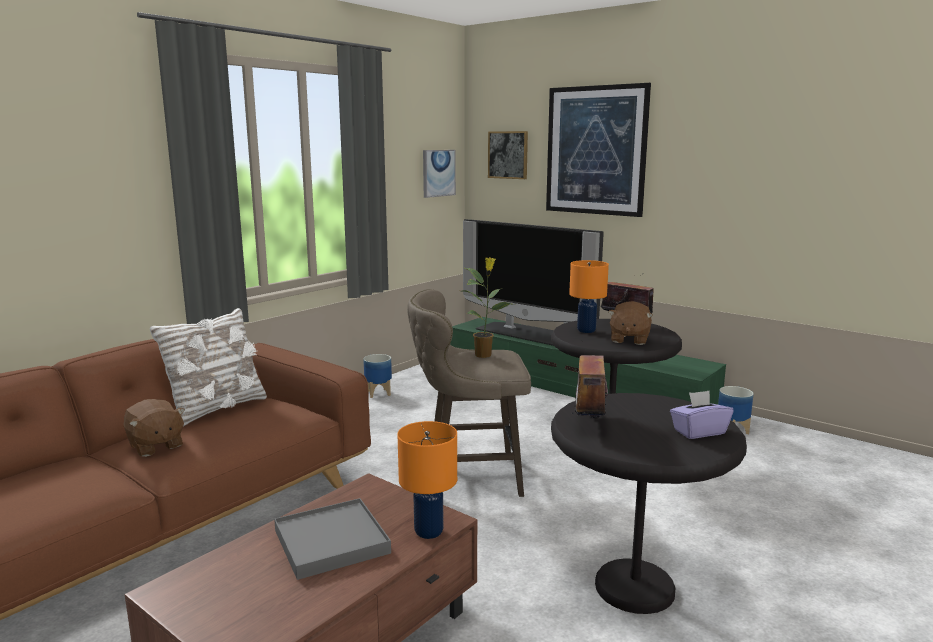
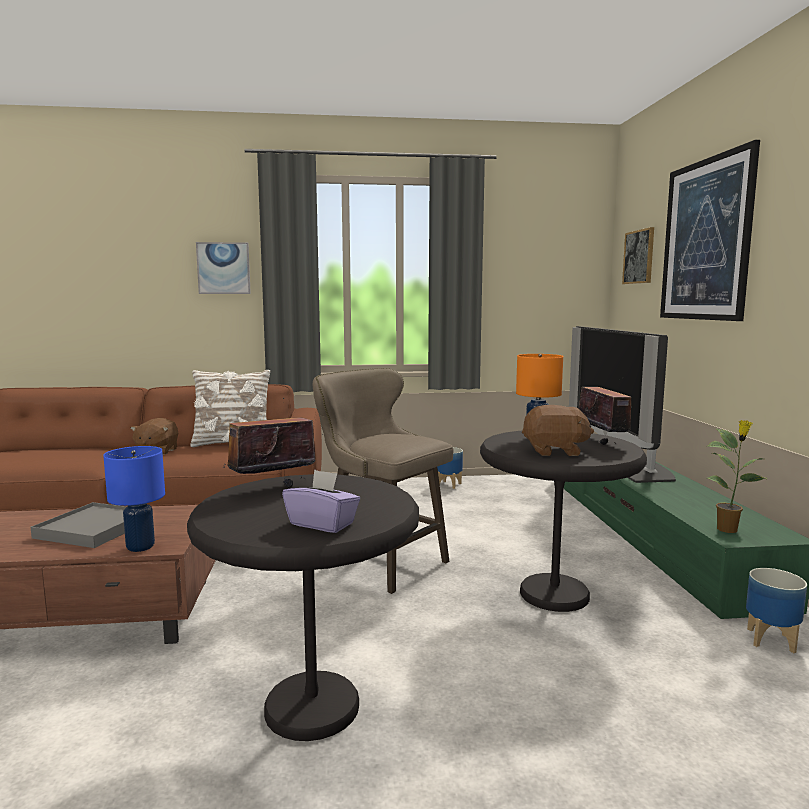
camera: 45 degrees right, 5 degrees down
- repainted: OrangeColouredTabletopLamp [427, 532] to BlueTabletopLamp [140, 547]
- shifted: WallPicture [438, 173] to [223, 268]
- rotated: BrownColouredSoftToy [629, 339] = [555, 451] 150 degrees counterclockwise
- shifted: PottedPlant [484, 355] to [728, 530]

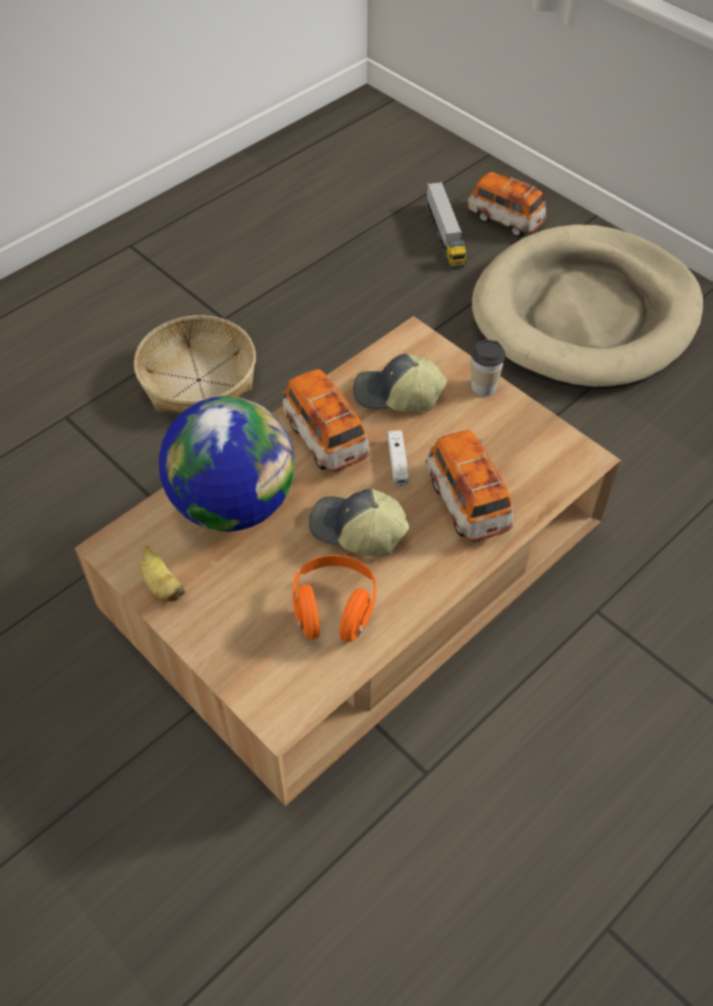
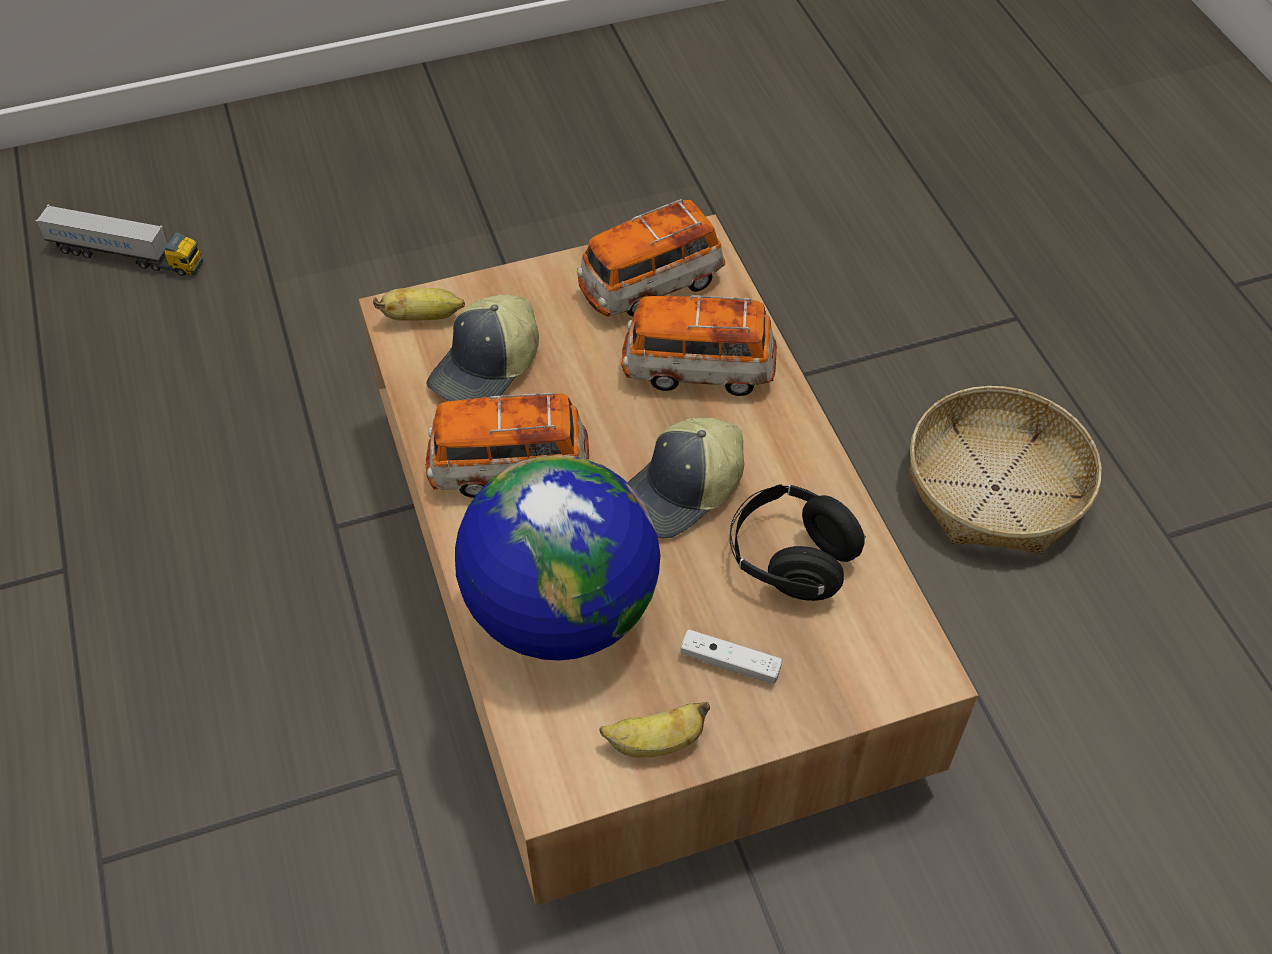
camera: 65 degrees left, 0 degrees up
- new: BananaFruit [423, 317]
- shifted: ToyCar [504, 220] to [650, 285]
- shifted: WhitishGamepad [397, 462] to [730, 663]
- repainted: OrangeColouredPairOfHeadphones [334, 610] to BlackishPairOfHeadphones [790, 559]
- shifted: HouseholdBasket [199, 380] to [996, 488]
- gone: SmallCup [483, 387]
- gone: BeigeColouredDogCushion [585, 314]

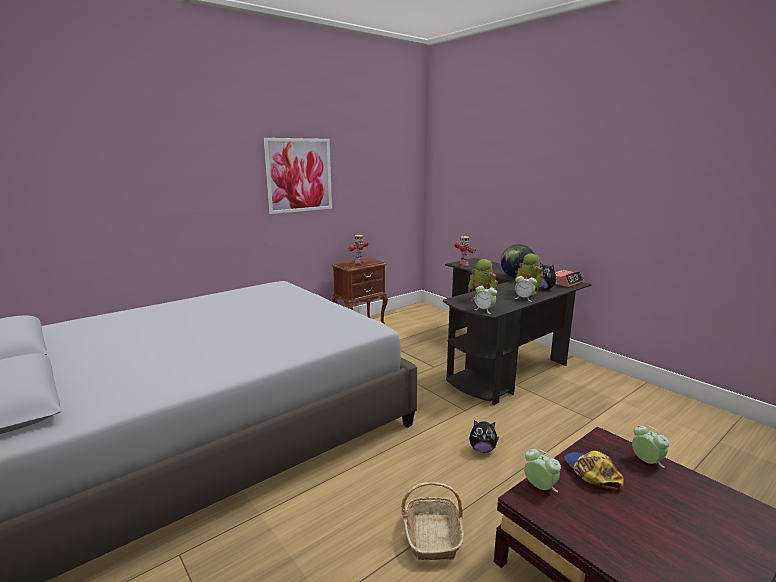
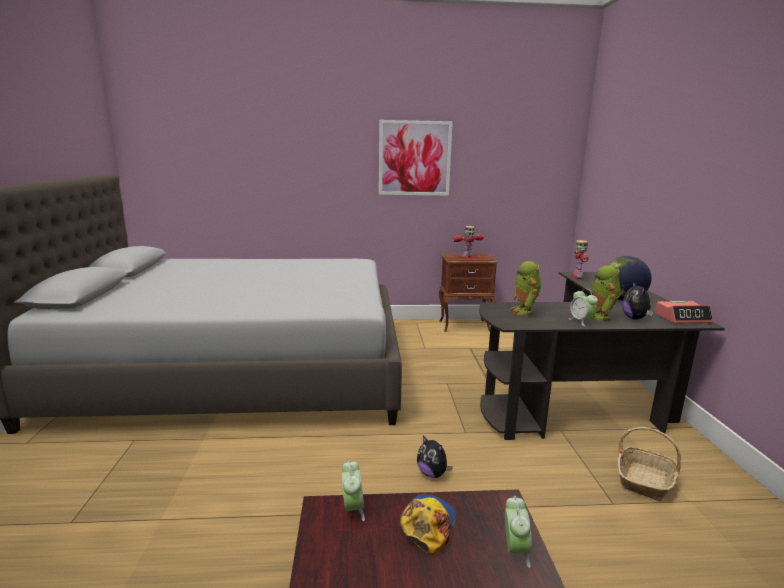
camera: 35 degrees right, 0 degrees up
- shifted: HouseholdBasket [432, 536] to [645, 480]
- gone: BedsideClock [484, 310]

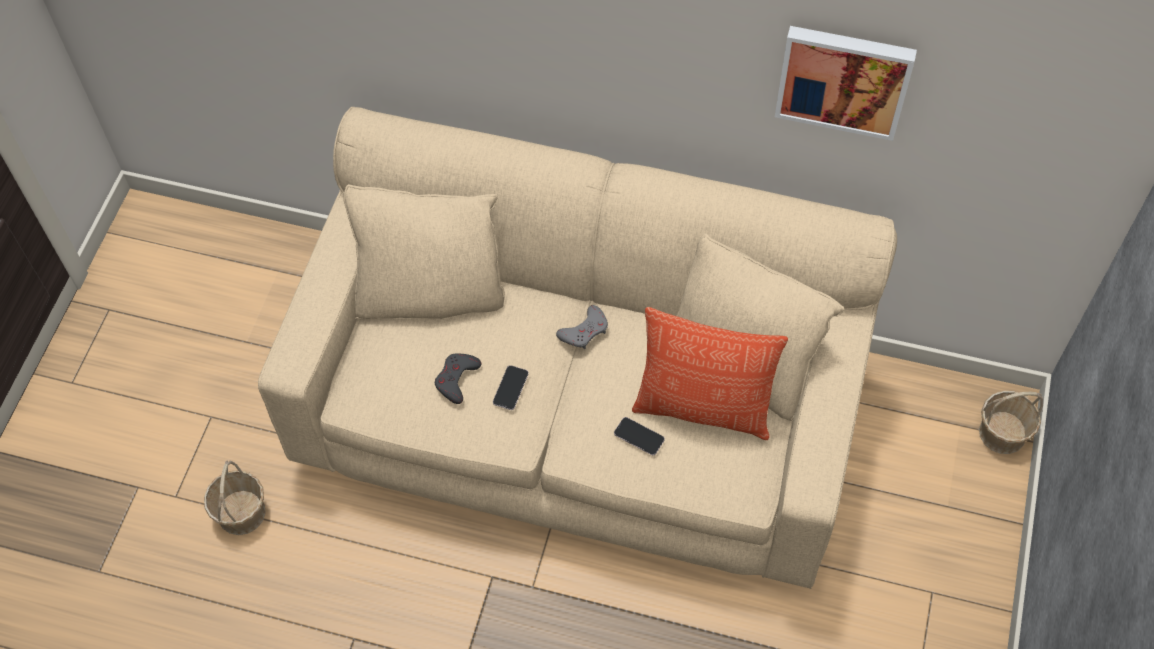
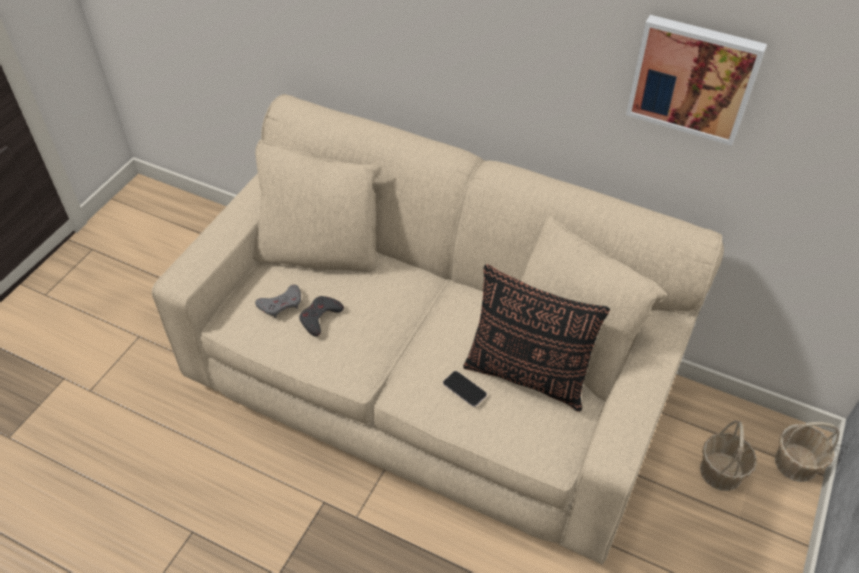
camera: 10 degrees right, 10 degrees down
- shifted: GrayGamepad [584, 331] to [281, 304]
- repainted: OrangeColouredPillow [703, 408] to BlackishPillow [527, 376]
- shifted: HouseholdBasket [242, 512] to [721, 471]
- gone: Phone [510, 388]

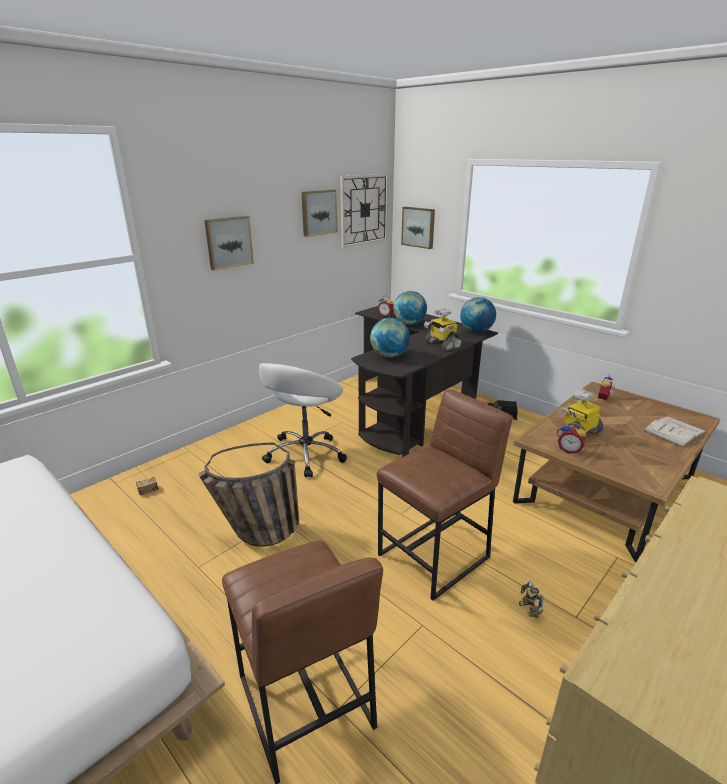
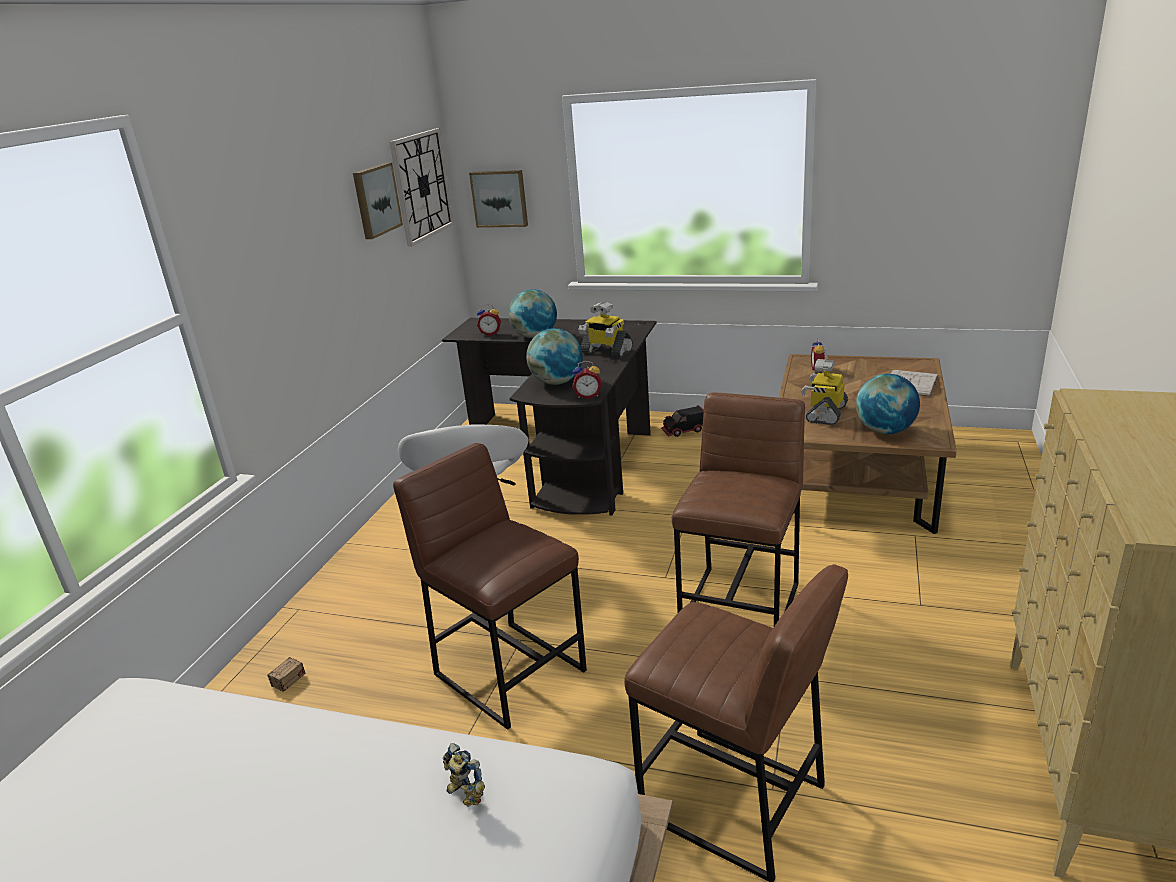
camera: 25 degrees left, 0 degrees up
- swapped: HouseholdBasket [255, 536] to BrownColouredPlainChair [508, 671]
- shifted: RobotFigure [527, 609] to [463, 795]
- shifted: BedsideClock [569, 450] to [588, 396]
- shifted: Globe [476, 331] to [885, 431]
- gone: WallPicture [228, 242]

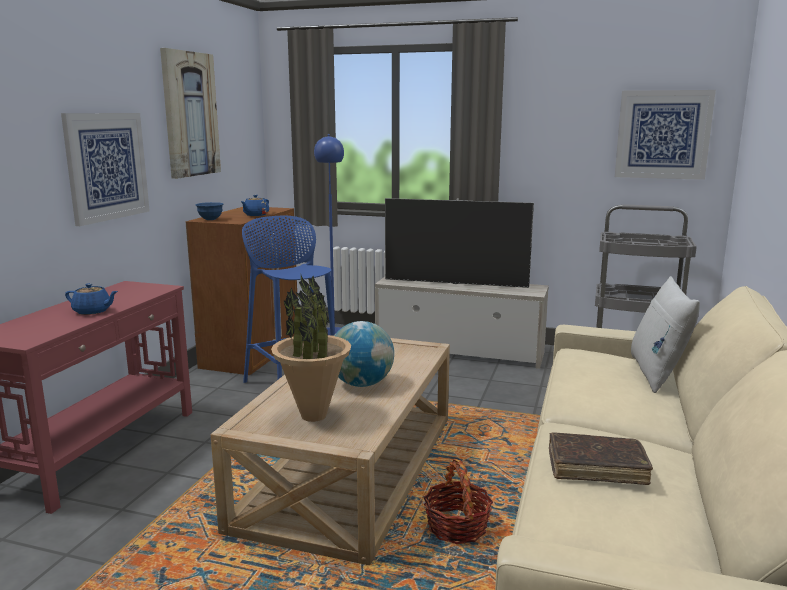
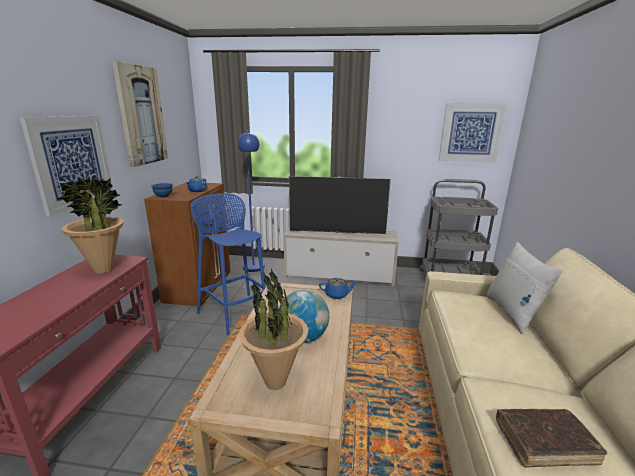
camera: 10 degrees left, 5 degrees up
- new: PottedPlant [104, 269]
- shifted: BluePotForTea [93, 311] to [337, 295]
- gone: HouseholdBasket [457, 527]

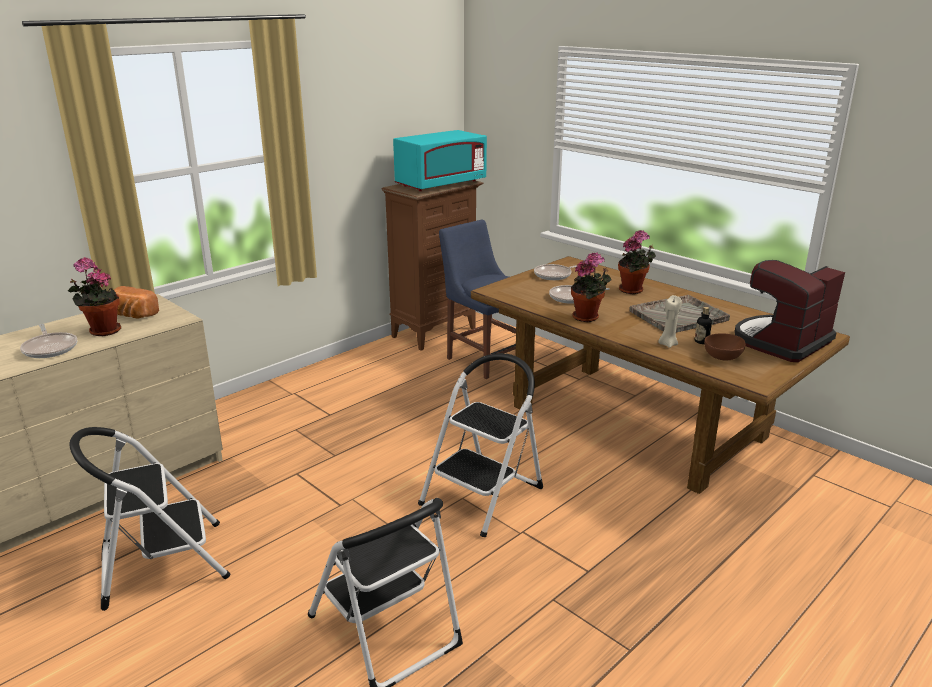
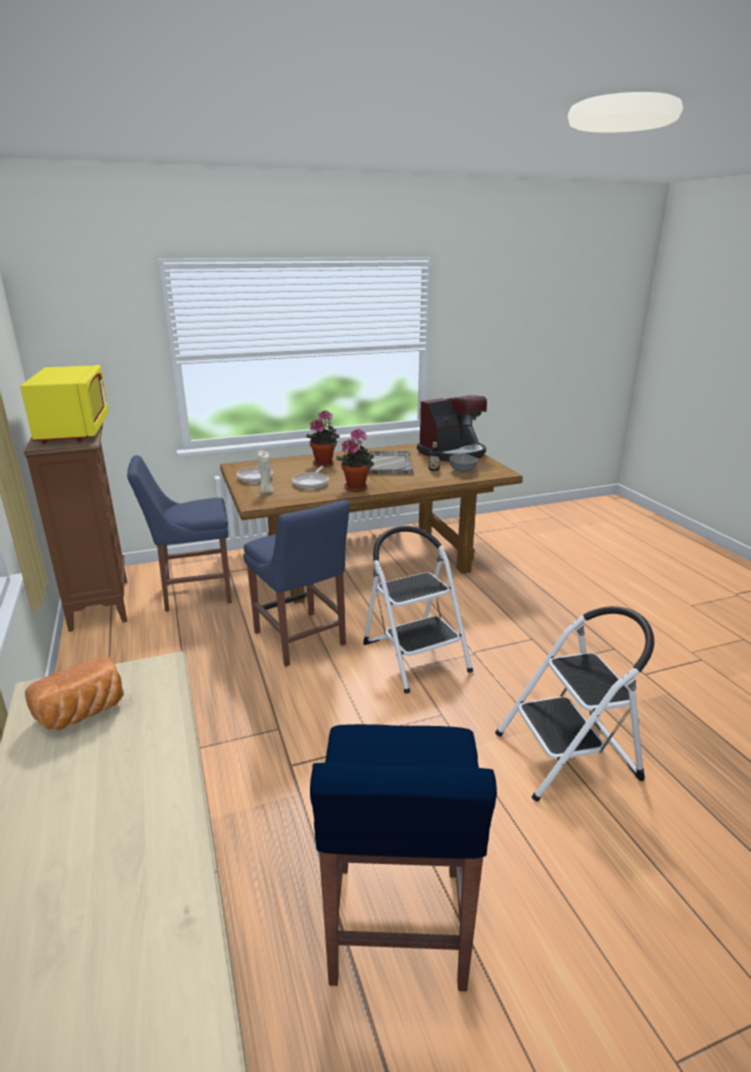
camera: 65 degrees left, 0 degrees up
- repainted: TurquoiseColouredKitchenMicrowave [441, 184] to YellowKitchenMicrowave [75, 431]
- new: BluePlainChair [301, 640]
- shifted: BeigeColouredCandle [667, 344] to [266, 491]
- swapped: Stepladder [159, 565] to BlueStoolSeat [397, 927]
- rotated: CoffeeBrewer [781, 341] = [453, 453] 105 degrees counterclockwise
- repainted: BrownColouredServingBowl [723, 358] to GrayServingBowl [463, 471]
- gone: Pan [50, 348]
- gone: PottedPlant [102, 331]

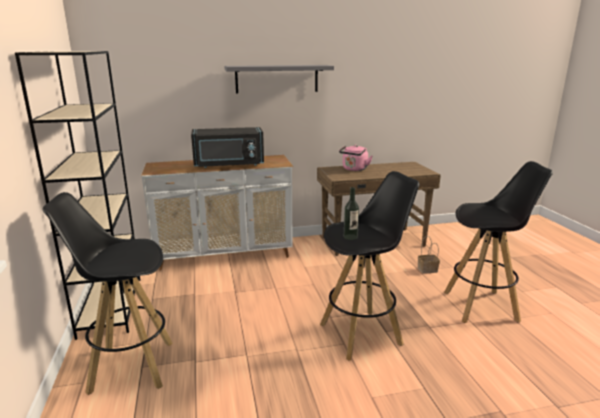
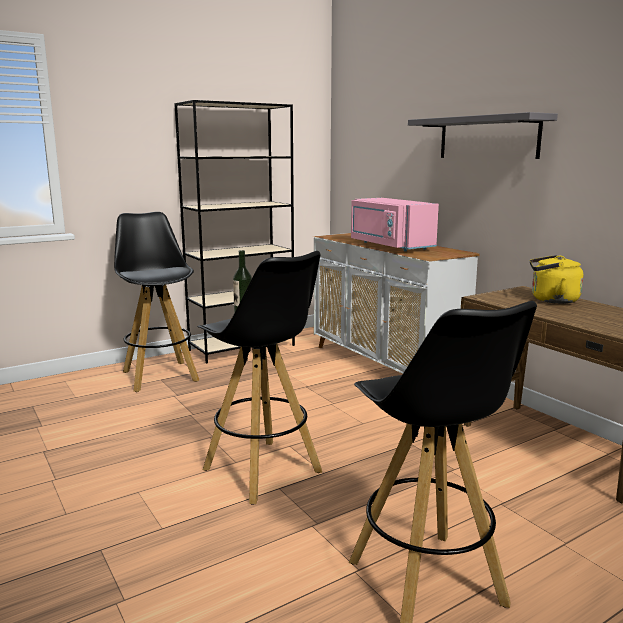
camera: 70 degrees right, 5 degrees down
- repainted: BlackishKitchenMicrowave [229, 165] to PinkColouredKitchenMicrowave [389, 245]
- repainted: PinkColouredKettle [354, 169] to YellowKettle [551, 300]
- gone: HouseholdBasket [428, 269]

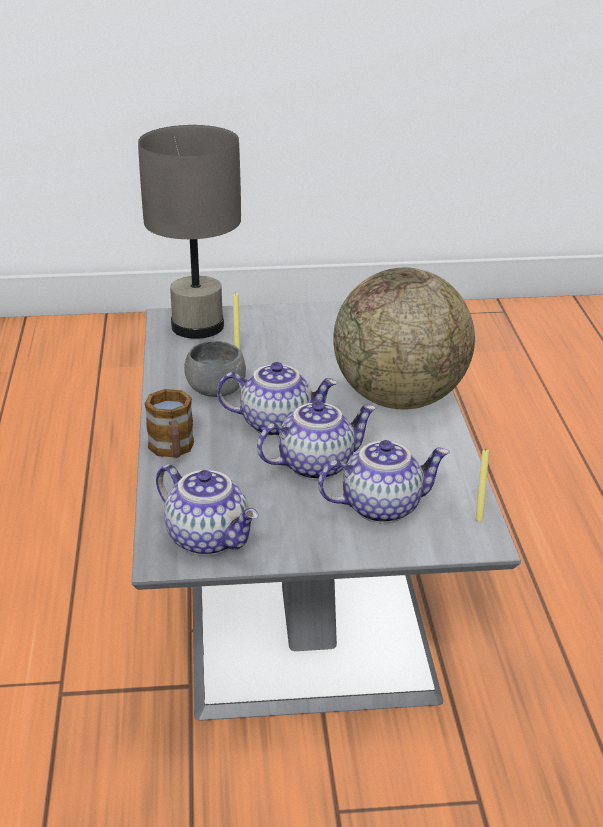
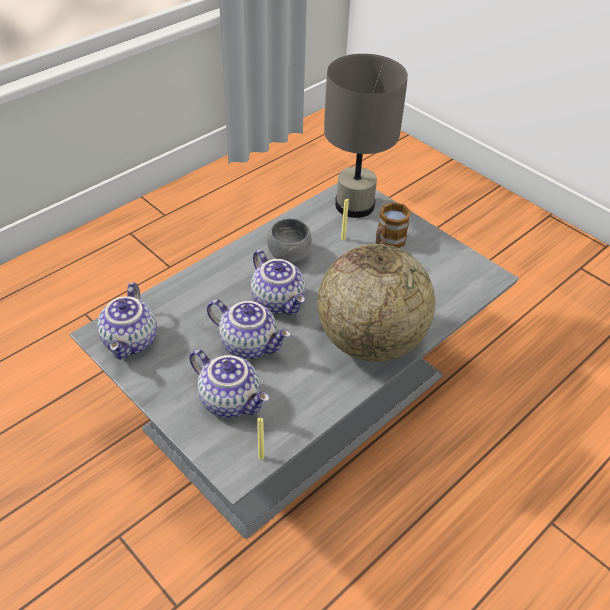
camera: 50 degrees right, 15 degrees up
- shifted: CoffeeMug [172, 450] to [387, 242]

